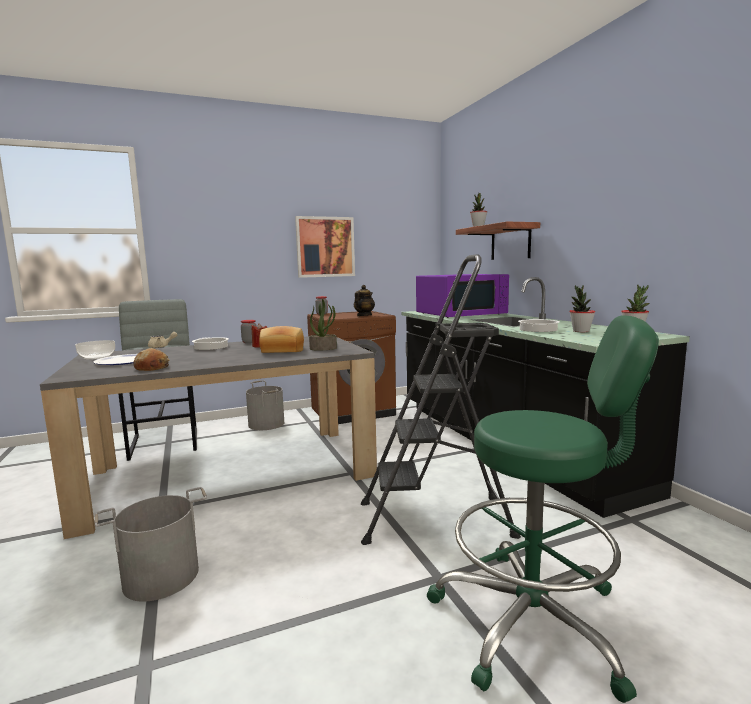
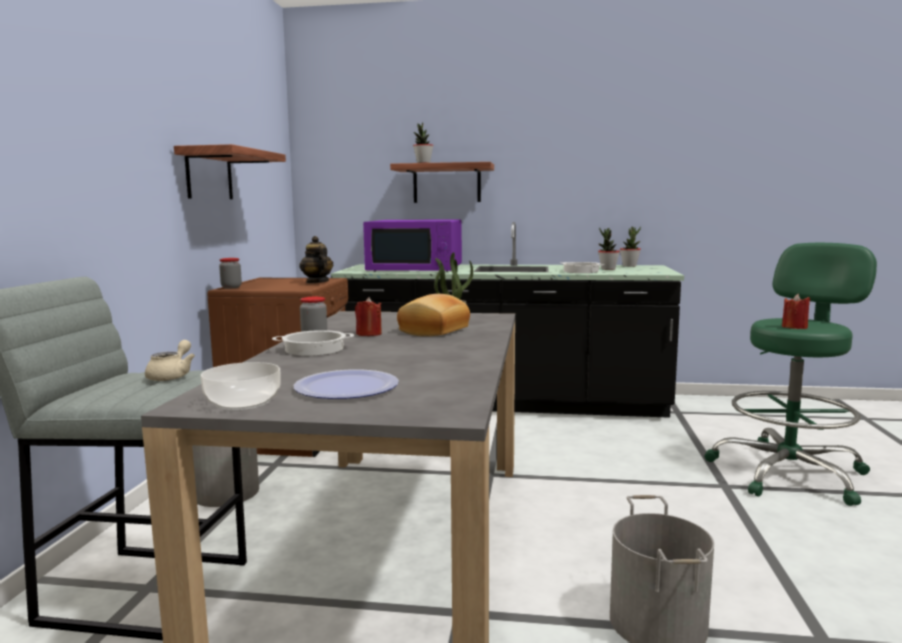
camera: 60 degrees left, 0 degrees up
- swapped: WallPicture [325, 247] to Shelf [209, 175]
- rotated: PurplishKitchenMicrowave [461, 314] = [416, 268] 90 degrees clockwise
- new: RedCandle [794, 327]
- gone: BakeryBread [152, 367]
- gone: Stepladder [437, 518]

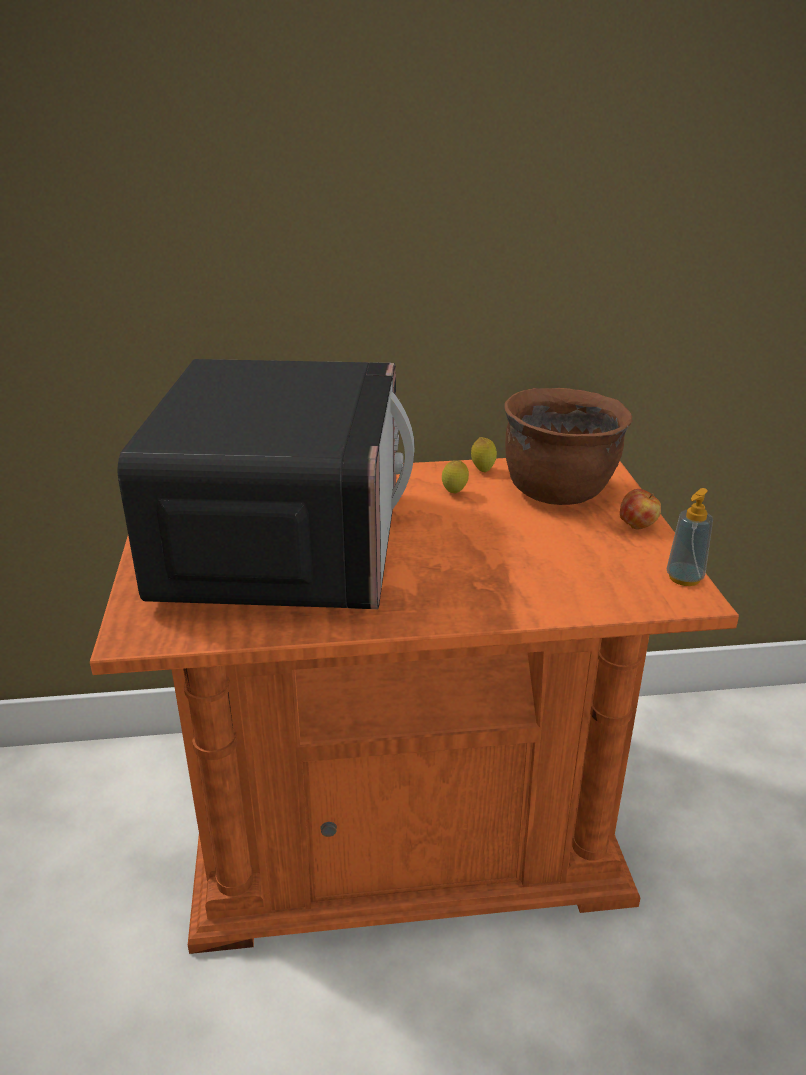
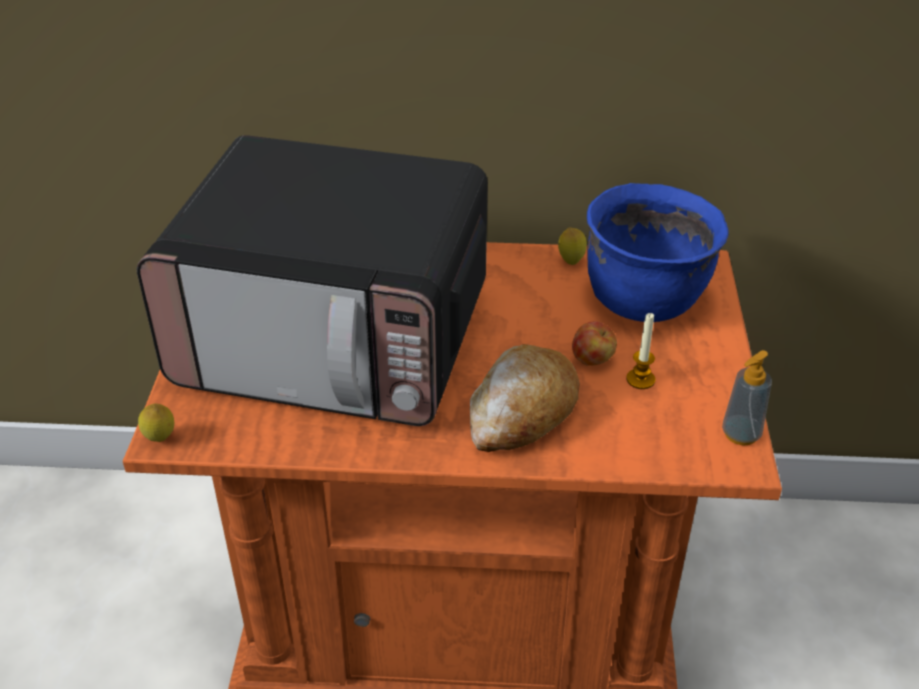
camera: 10 degrees right, 10 degrees up
- rotated: KitchenMicrowave [285, 545] = [336, 341] 90 degrees clockwise
- shifted: Lemon [454, 493] to [160, 440]
- new: BakeryBread [522, 411]
- shifted: WholeApple [637, 526] to [592, 360]
- repainted: BrownColouredStockpot [558, 491] to BlueStockpot [645, 300]
- new: Candle [640, 379]

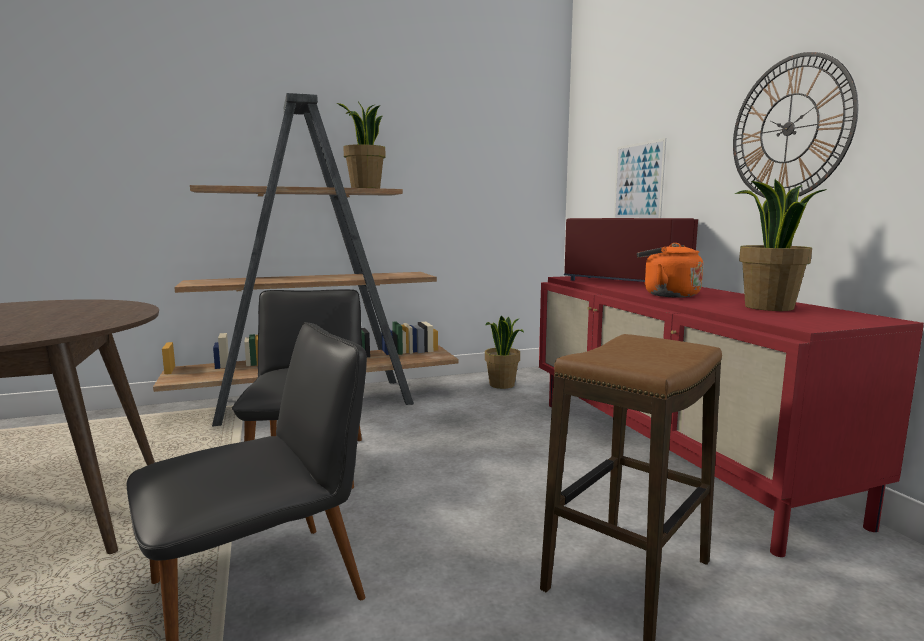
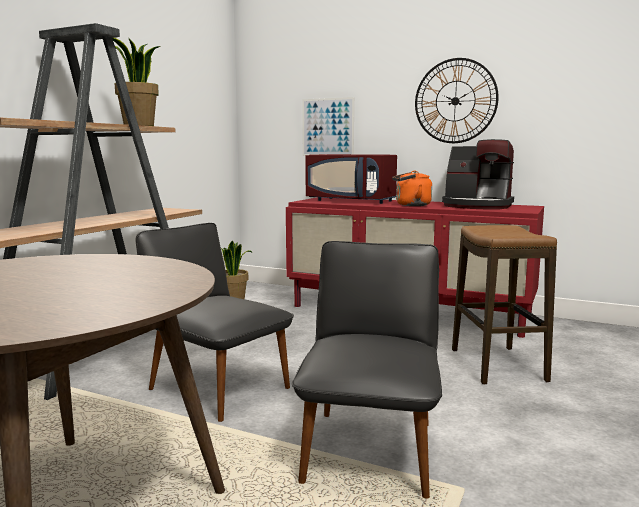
camera: 45 degrees left, 0 degrees up
- rotated: RedKitchenMicrowave [625, 282] = [351, 201] 150 degrees counterclockwise
- swapped: PottedPlant [769, 307] to CoffeeBrewer [477, 206]

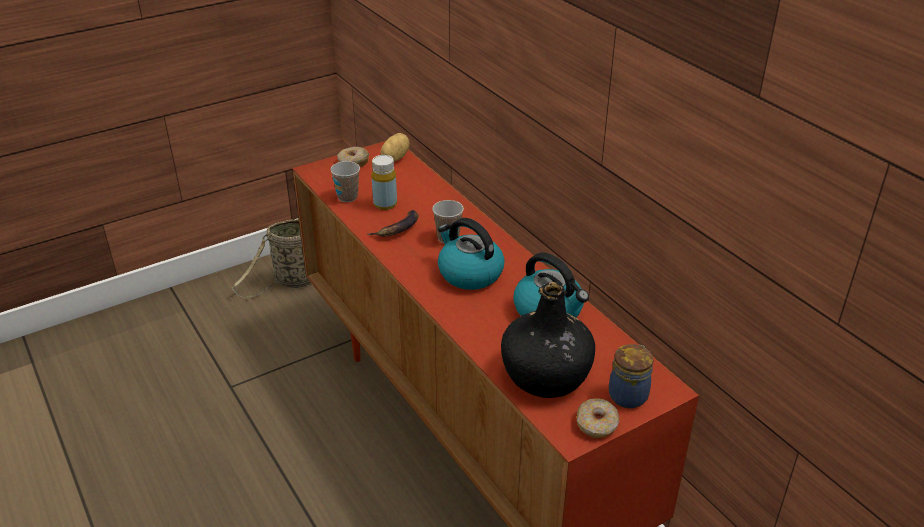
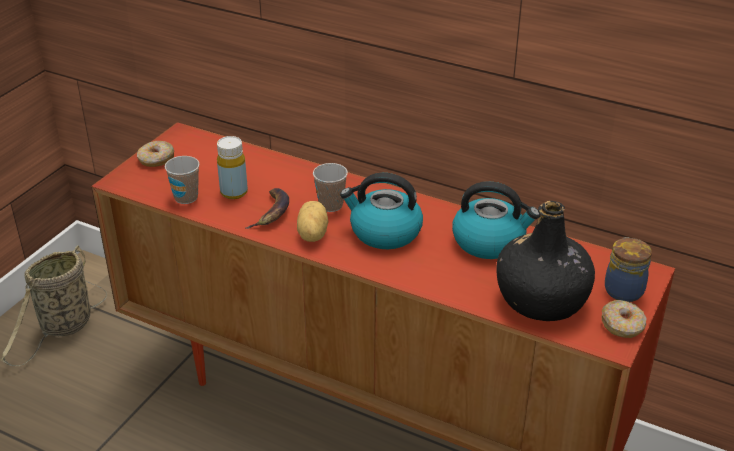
camera: 30 degrees left, 0 degrees up
- shifted: Spud [394, 158] to [311, 234]

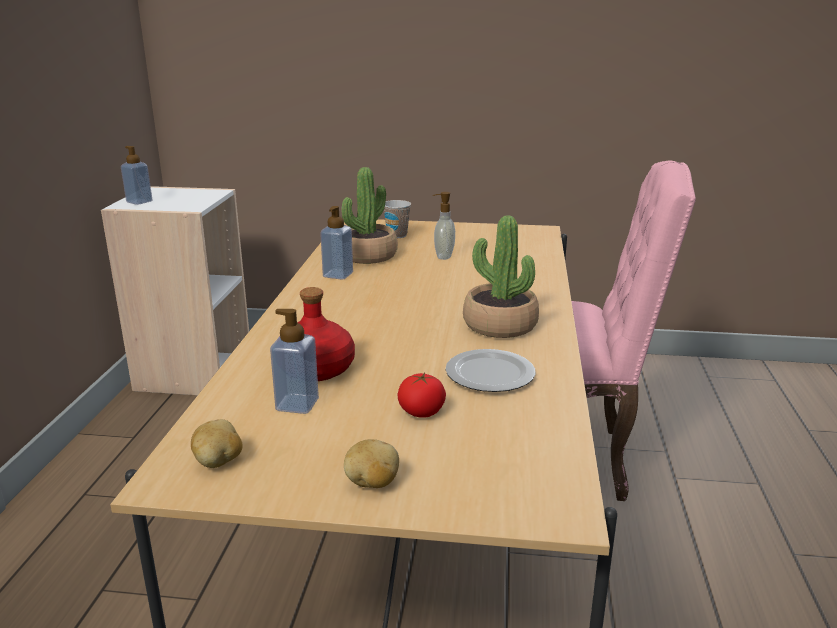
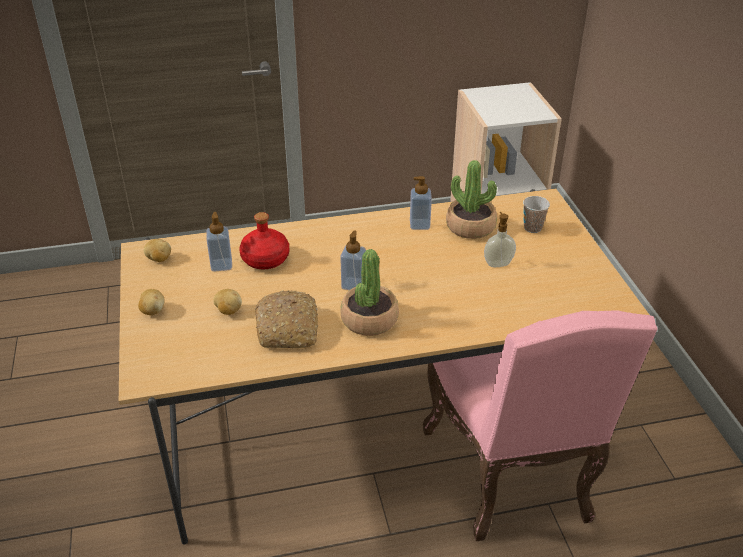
camera: 70 degrees right, 15 degrees up
- swapped: WholeTomato [421, 412] to Spud [228, 311]
- swapped: Plate [491, 374] to BakeryBread [288, 329]
- shifted: SoapDispenser [139, 202] to [353, 284]

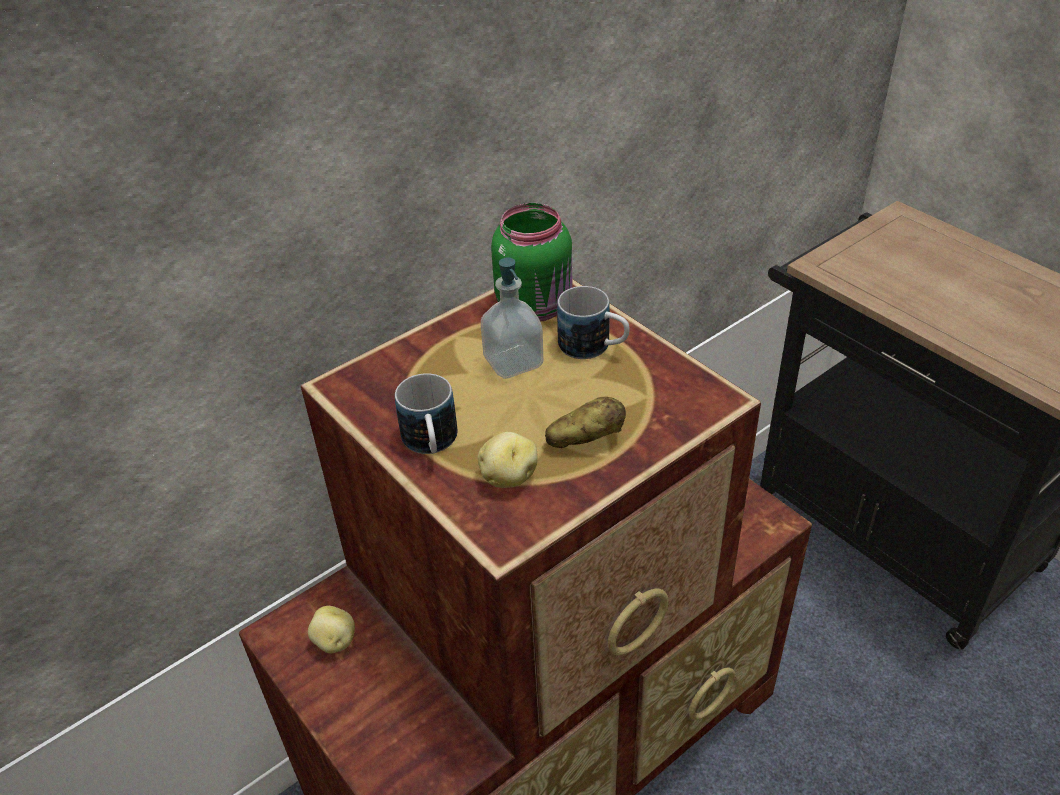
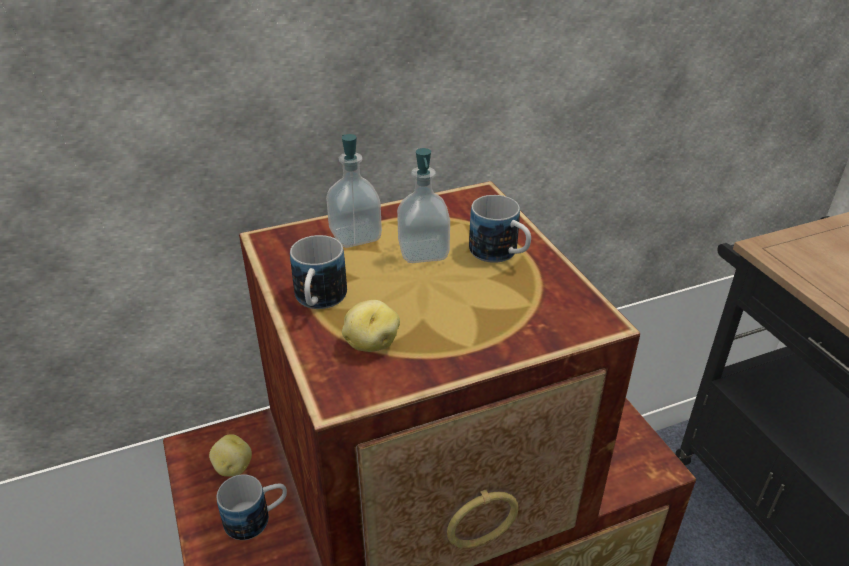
camera: 15 degrees right, 5 degrees down
- new: CoffeeMug [257, 518]
- new: SoapDispenser [355, 236]
- gone: GreenishPreserveJar [536, 306]
- gone: Spud [585, 439]

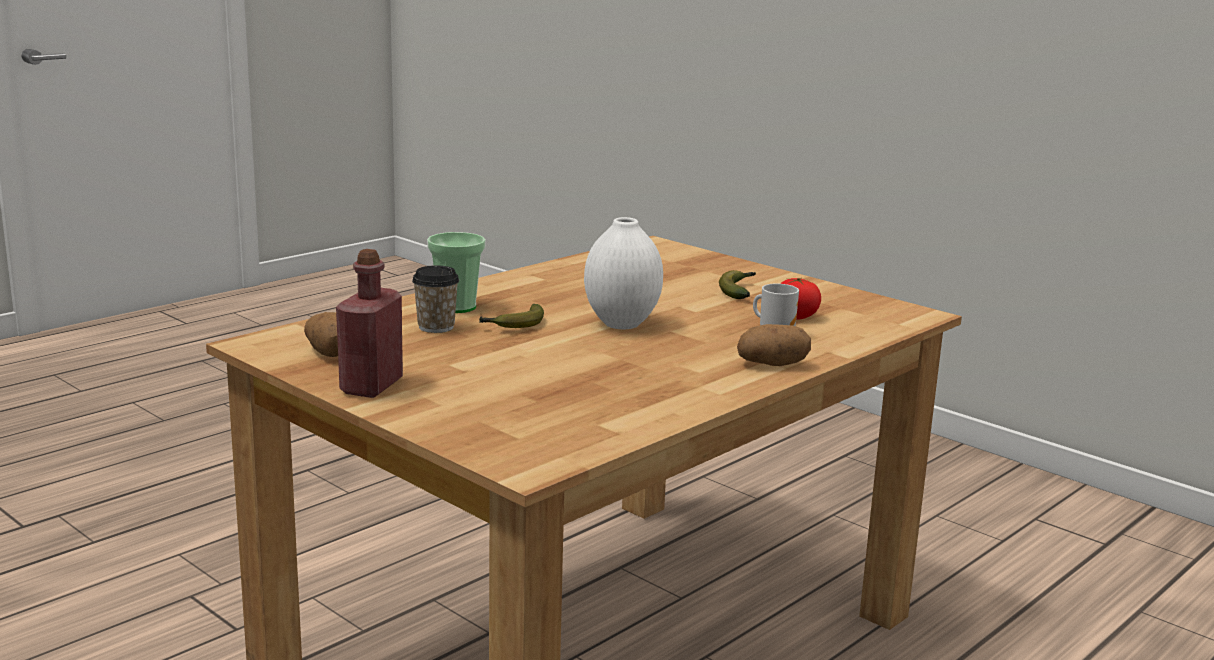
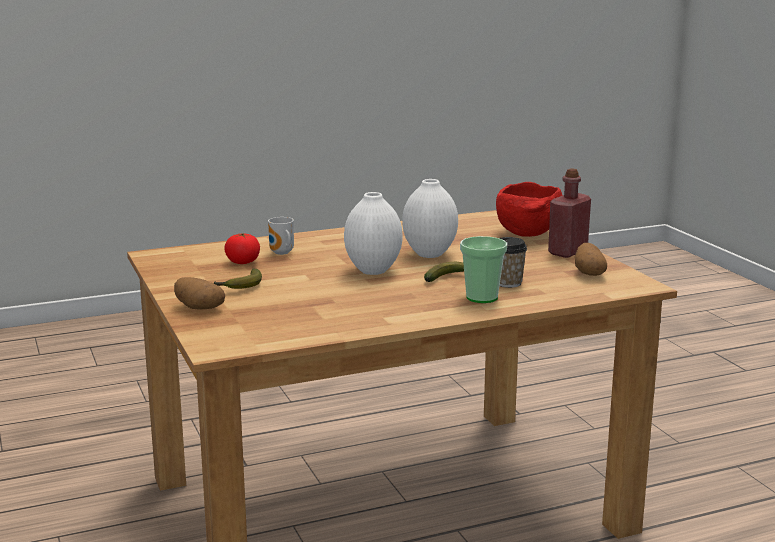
camera: 155 degrees left, 0 degrees up
- shifted: Spud [772, 364] to [198, 308]
- new: WhitishFlowerVase [429, 254]
- new: RedServingBowl [529, 235]

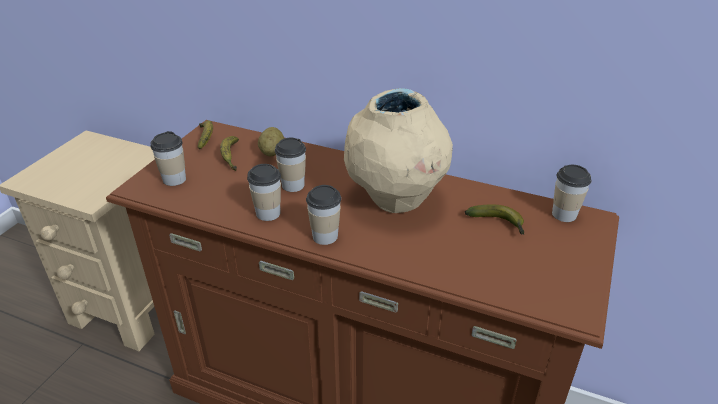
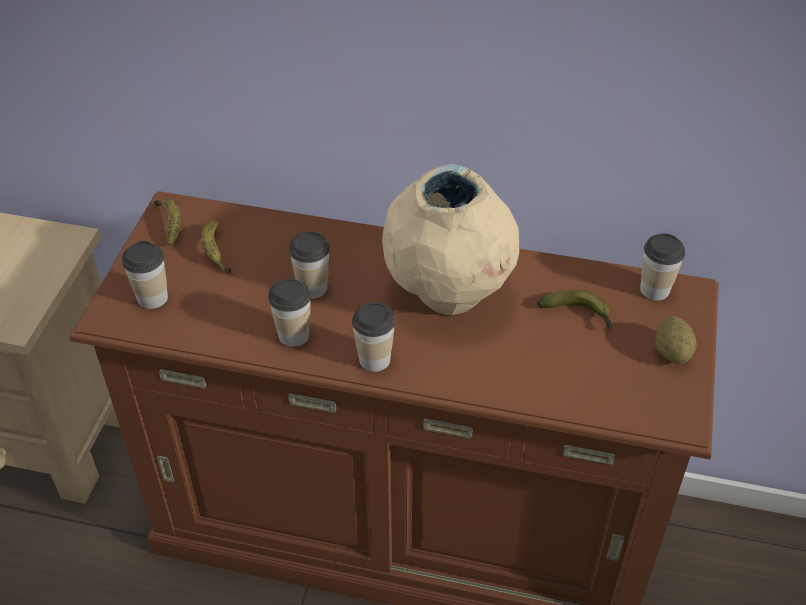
camera: 10 degrees left, 10 degrees up
- shifted: Spud [272, 152] to [672, 352]

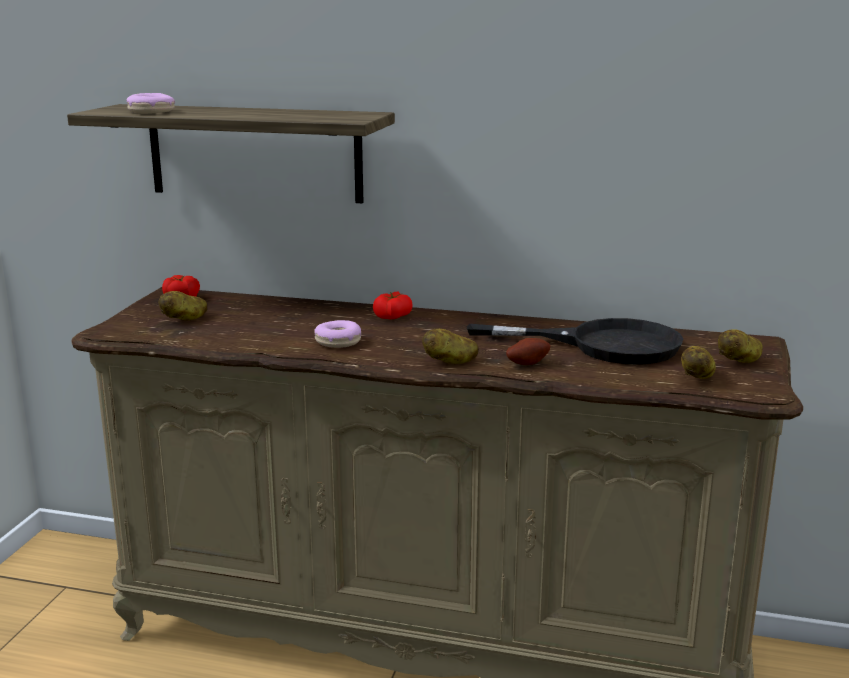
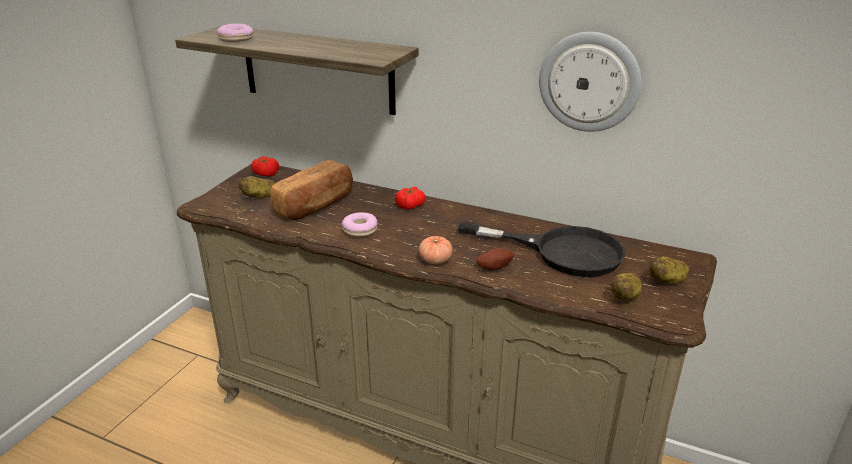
camera: 10 degrees right, 10 degrees up
- new: BakeryBread [316, 206]
- swapped: Spud [450, 362] to WholeTomato [435, 260]
- new: ClockOnTheWall [589, 82]

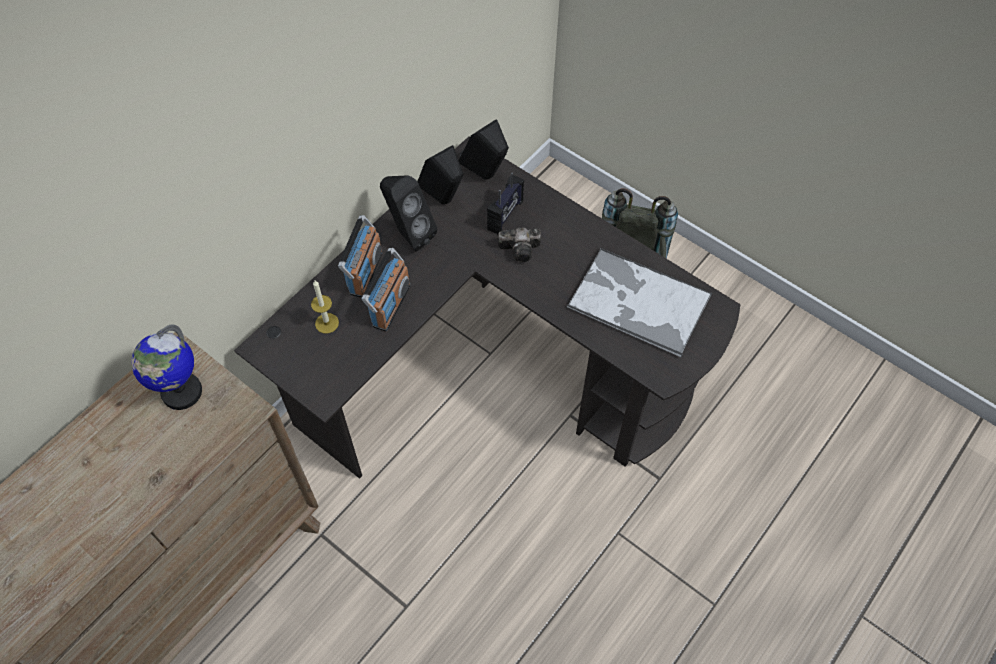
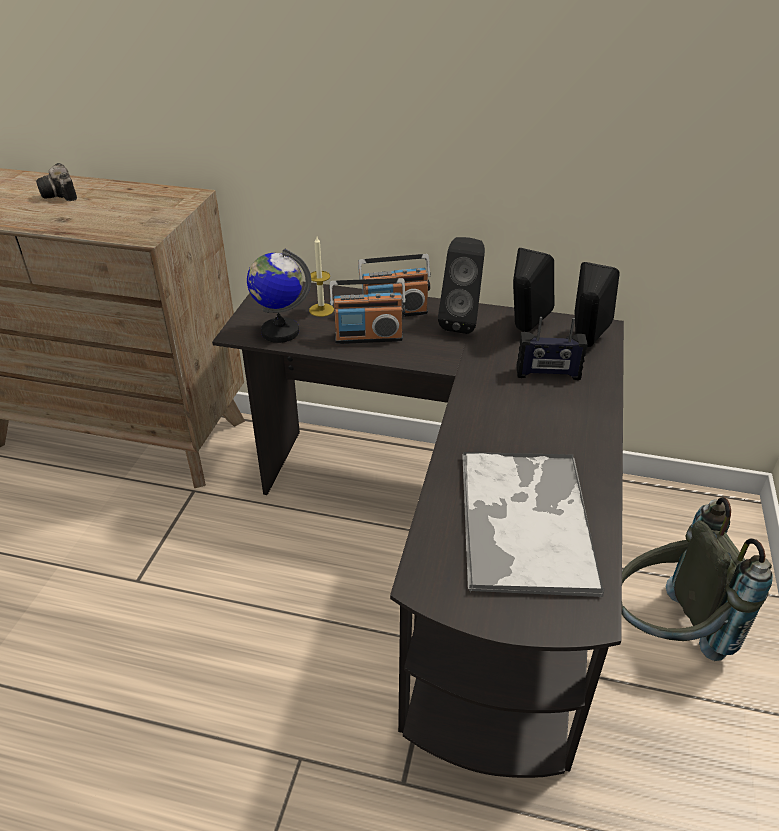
camera: 65 degrees right, 20 degrees down
- shifted: PhotoCamera [522, 249] to [61, 195]
- shifted: Globe [181, 392] to [280, 332]

